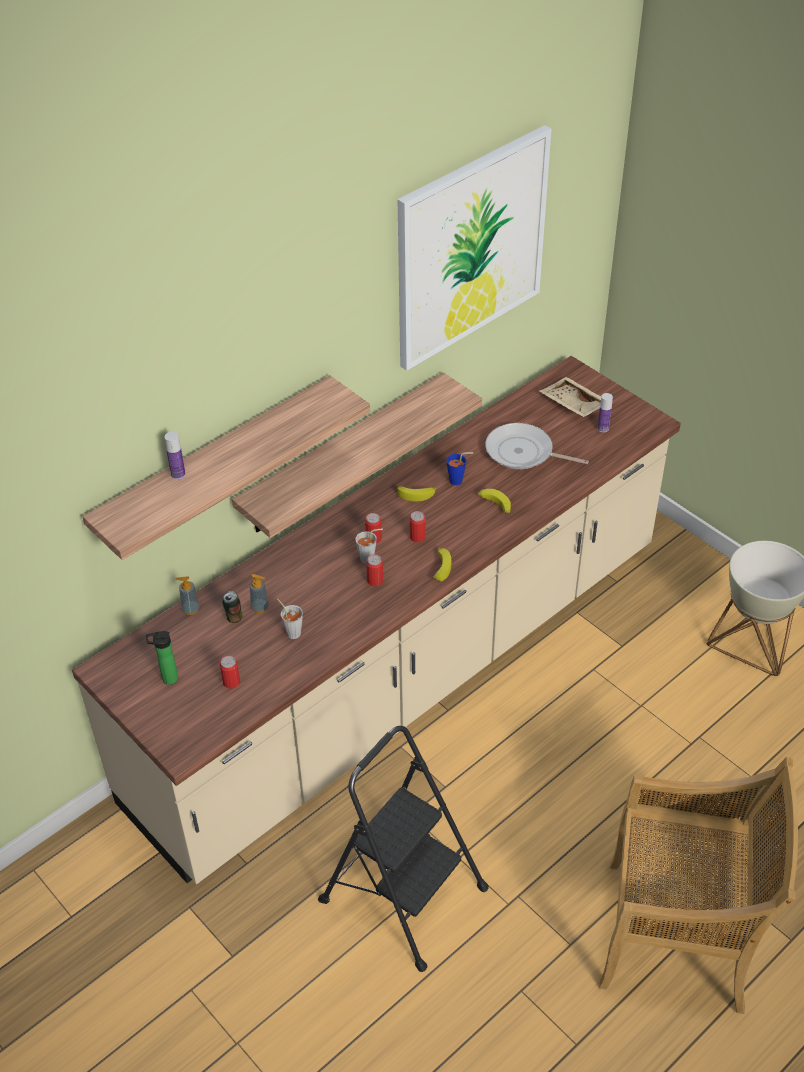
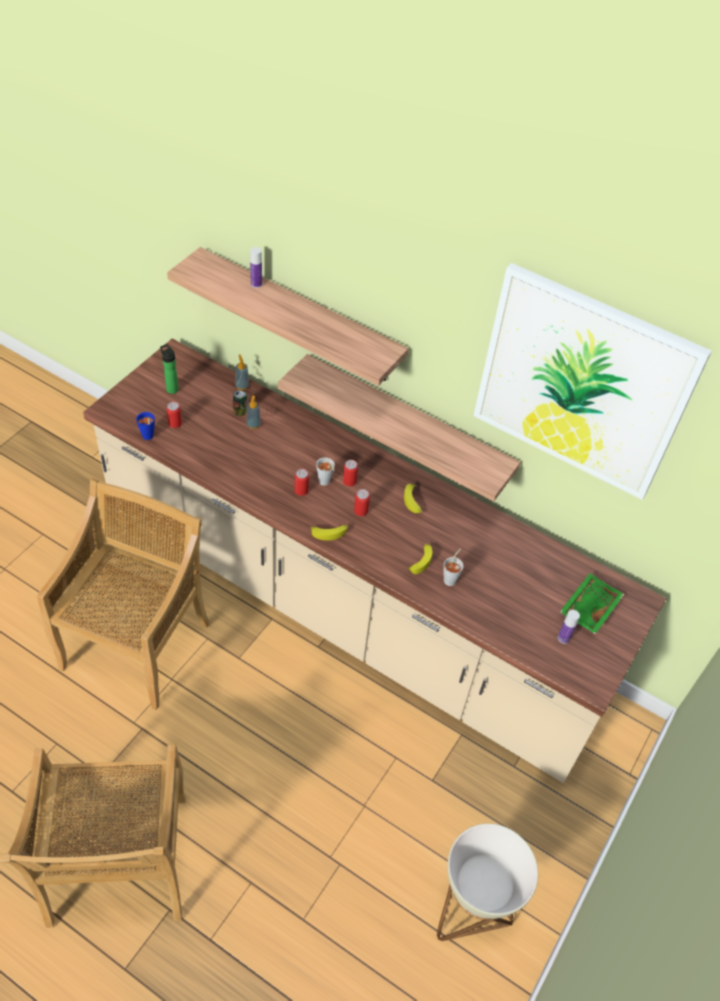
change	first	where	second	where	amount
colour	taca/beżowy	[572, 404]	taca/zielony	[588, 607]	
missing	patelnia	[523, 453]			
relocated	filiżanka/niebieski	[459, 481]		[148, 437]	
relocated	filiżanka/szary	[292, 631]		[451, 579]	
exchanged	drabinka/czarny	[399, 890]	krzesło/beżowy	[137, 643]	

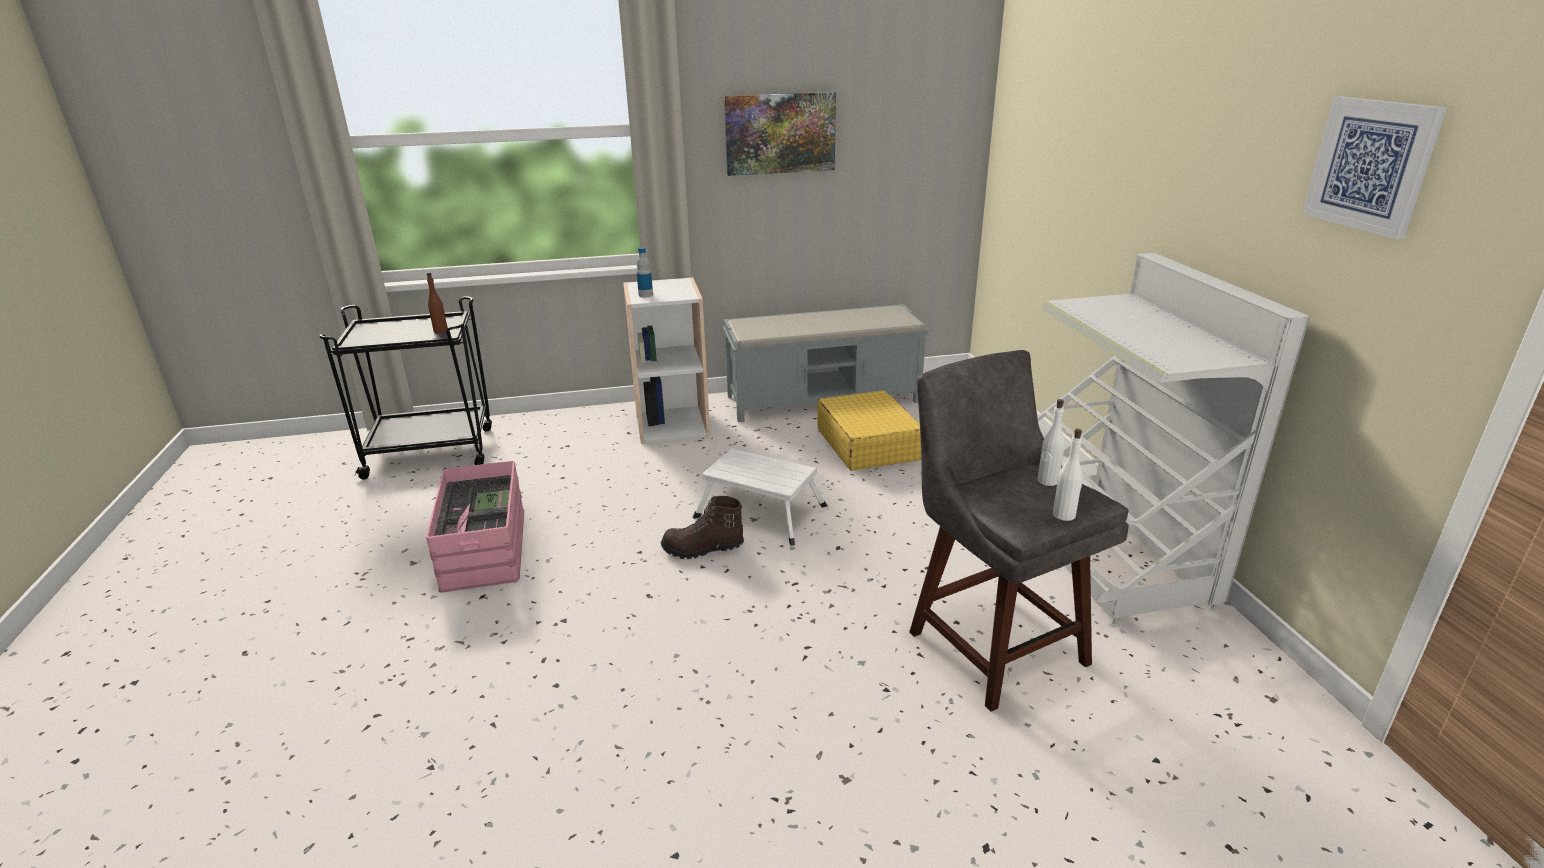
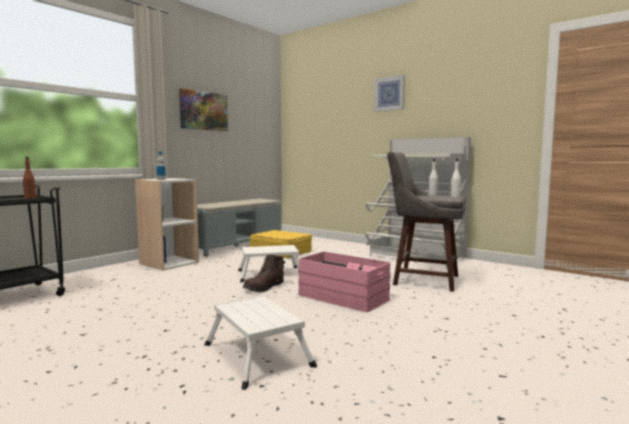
change	first	where	second	where	amount
relocated	obraz	[1371, 165]		[389, 93]	
relocated	pojemnik do przechowywania/różowy	[485, 547]		[343, 297]	
appeared			drabinka/biały	[257, 354]	

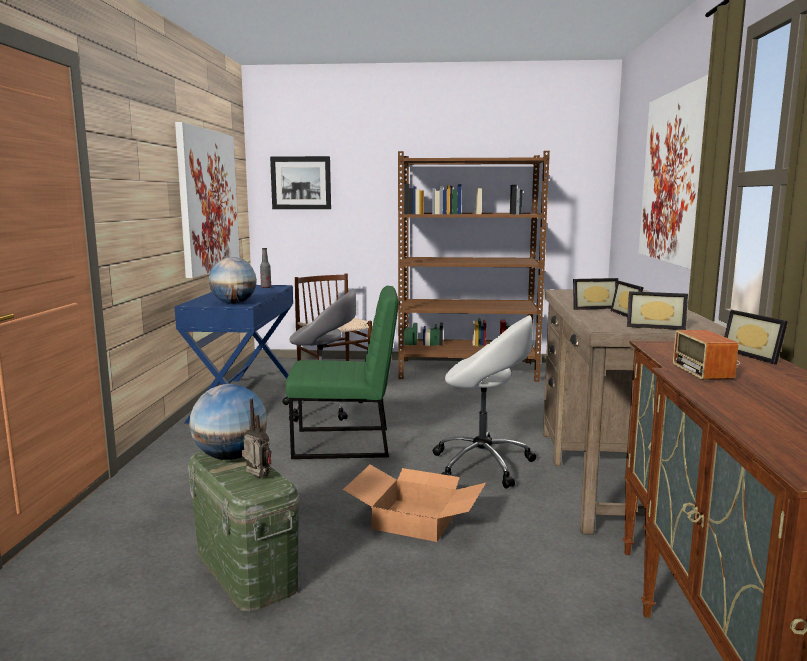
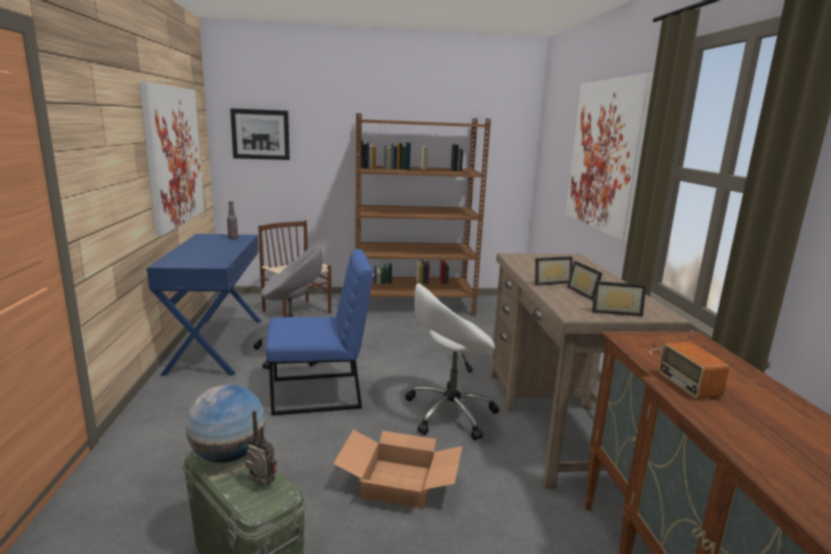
change	first	where	second	where	amount
missing	globus	[234, 303]			
colour	krzesło/zielony	[345, 443]	krzesło/niebieski	[319, 393]	
missing	ramka na zdjęcie	[755, 356]			
spun	krzesło biurowe/biały	[484, 465]		[448, 413]	150 degrees clockwise

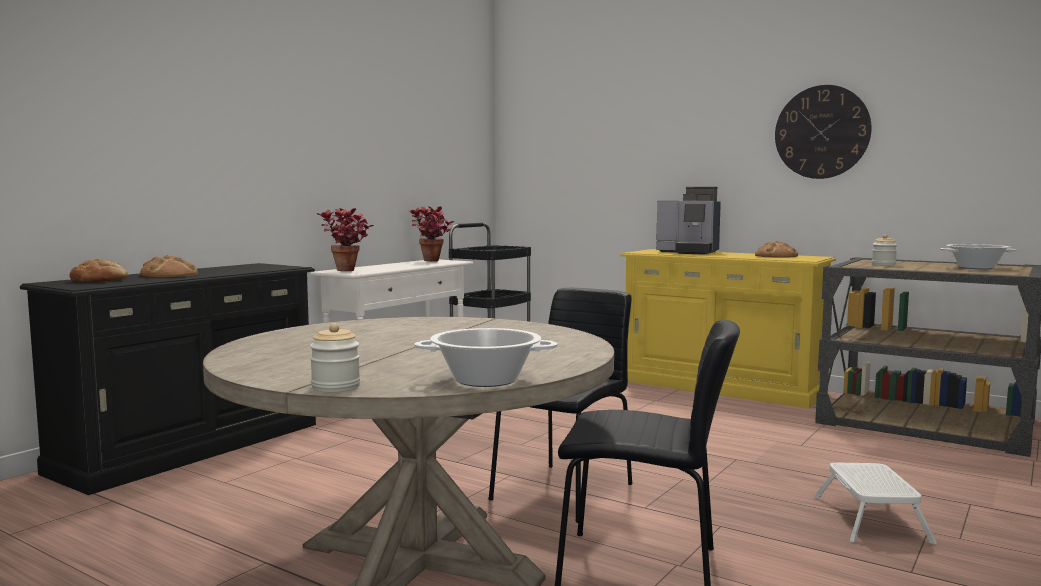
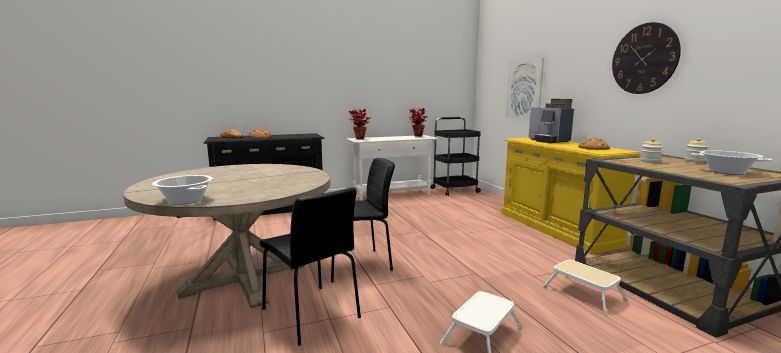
change	first	where	second	where	amount
relocated	słoik	[336, 387]		[695, 161]	
appeared			obraz	[524, 89]	
appeared			drabinka/beżowy	[583, 293]	

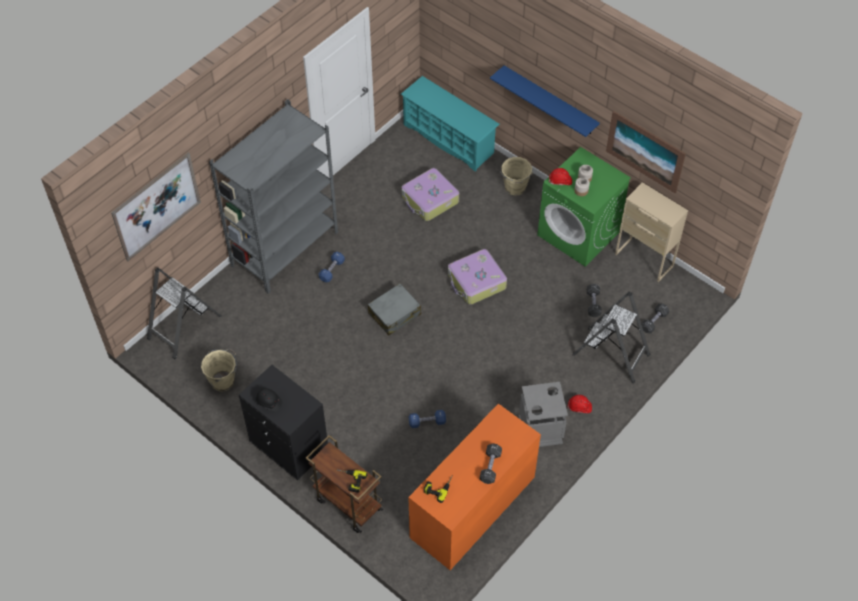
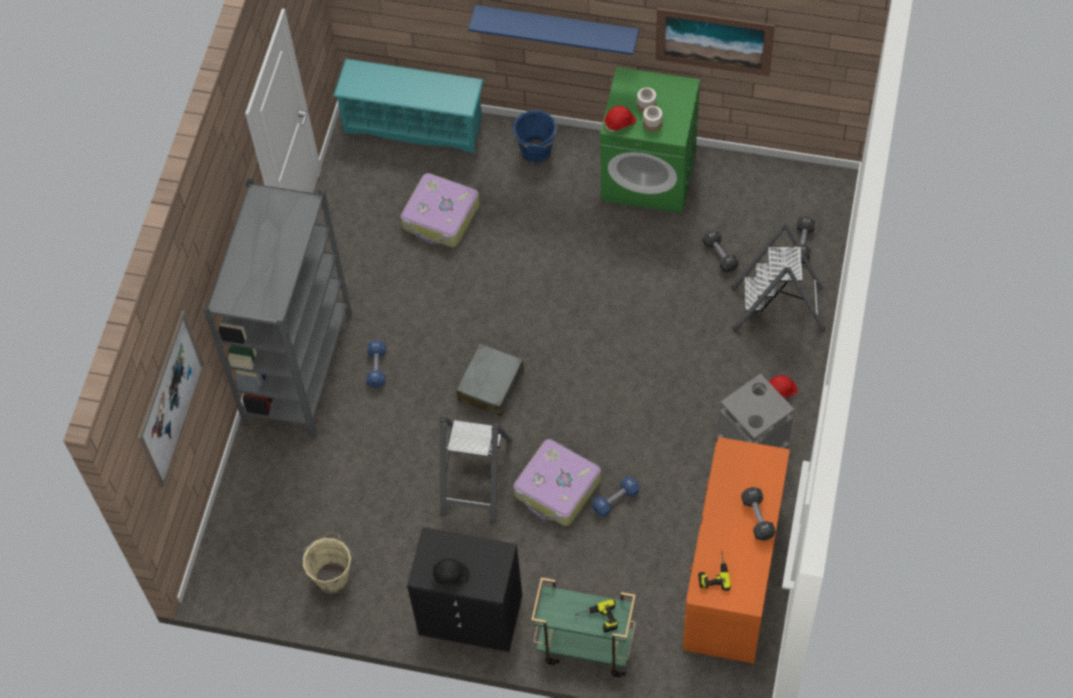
change	first	where	second	where	amount
colour	wiadro/beżowy	[515, 188]	wiadro/niebieski	[536, 152]	
missing	szafka/beżowy	[644, 261]			
relocated	walizka	[476, 282]		[557, 489]	
relocated	drabinka/szary	[183, 327]		[476, 477]	
colour	wózek/brązowy	[347, 504]	wózek/zielony	[584, 649]	

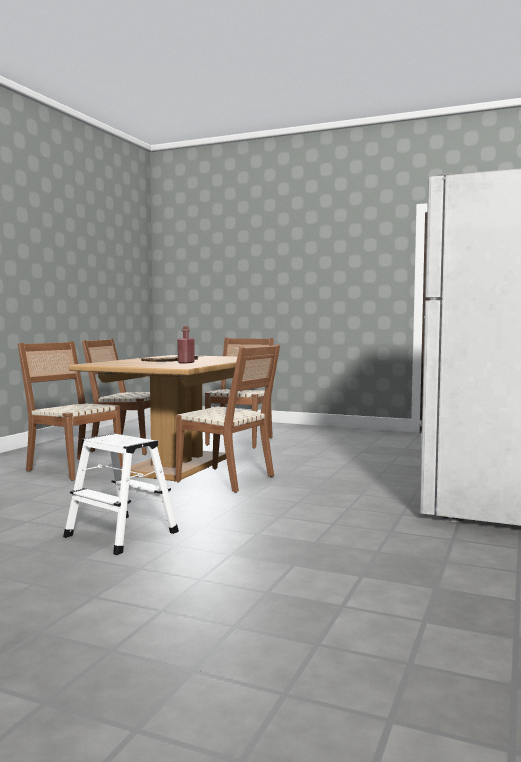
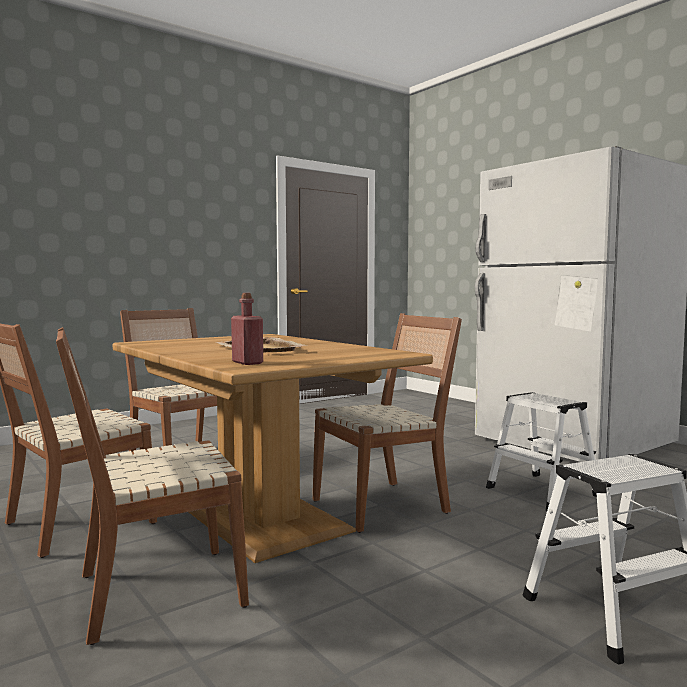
change	first	where	second	where	amount
relocated	butelka/czerwony	[186, 362]		[247, 363]	
appeared			drabinka/biały	[542, 491]	

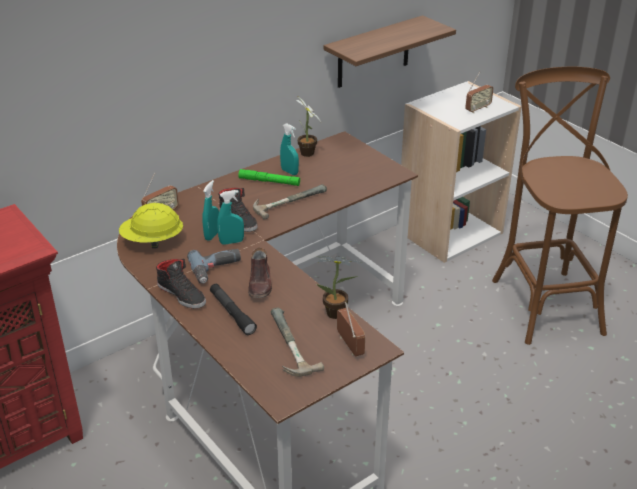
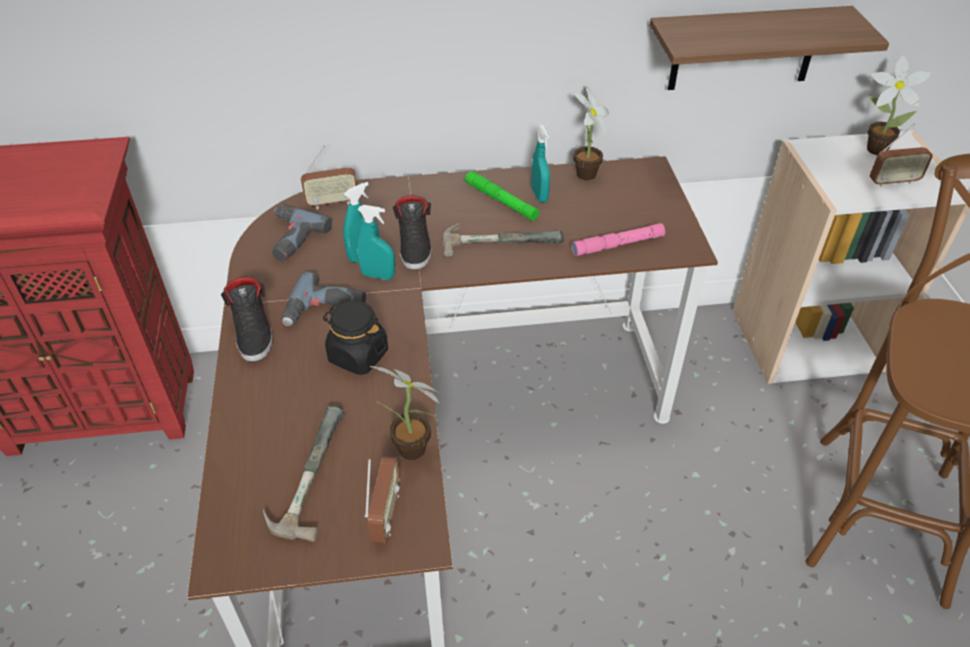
change	first	where	second	where	amount
exchanged	kask/żółty	[152, 241]	wiertarka	[289, 238]	
exchanged	but/brązowy	[260, 283]	słoik/czarny	[358, 355]	
missing	latarka/czarny	[232, 313]			
appeared			roślina doniczkowa	[873, 148]	
appeared			latarka/różowy	[618, 244]	

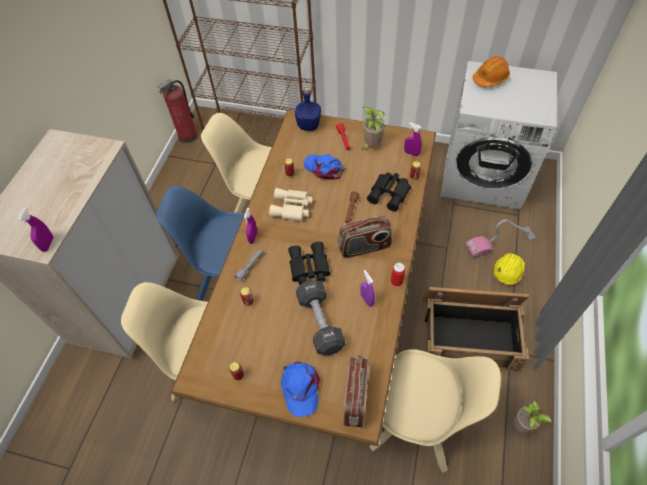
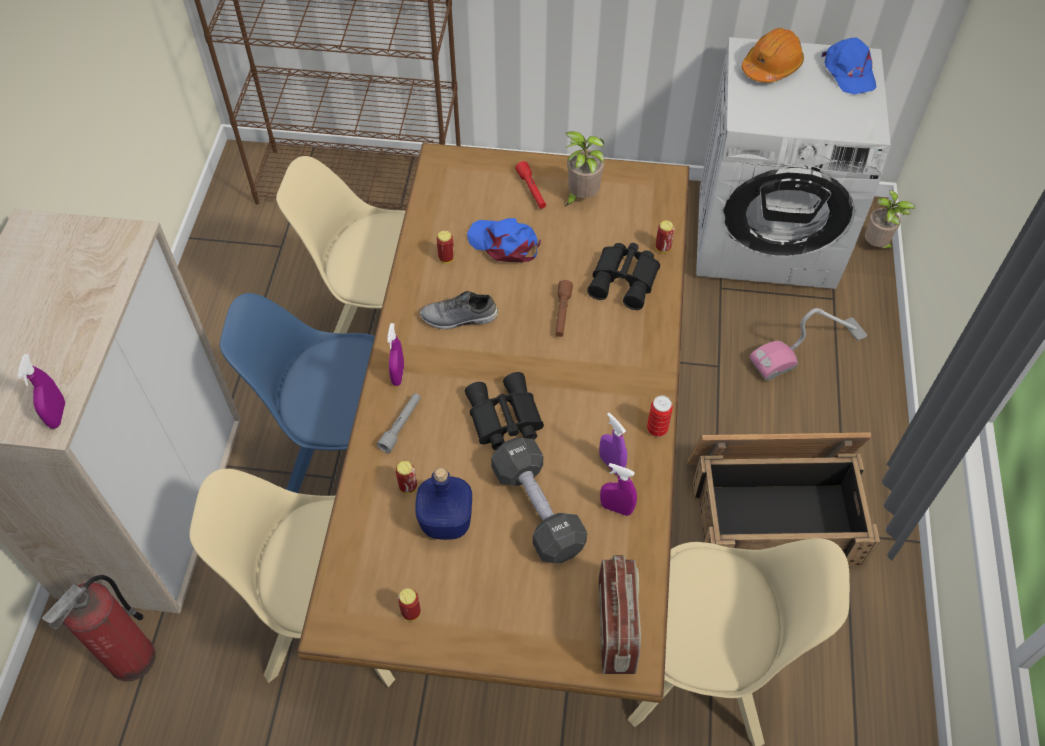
change	first	where	second	where	amount
relocated	gaśnica	[188, 136]		[132, 658]	
relocated	butelka/niebieski	[309, 125]		[446, 523]	
relocated	spryskiwacz/fioletowy	[411, 153]		[616, 508]	
exchanged	lornetka/beżowy	[292, 208]	but/szary	[459, 318]	
missing	radio	[364, 247]			
missing	kask/żółty	[508, 271]			
relocated	czapka z daszkiem/niebieski	[300, 388]		[848, 72]	
relocated	roślina doniczkowa	[522, 427]		[876, 246]	

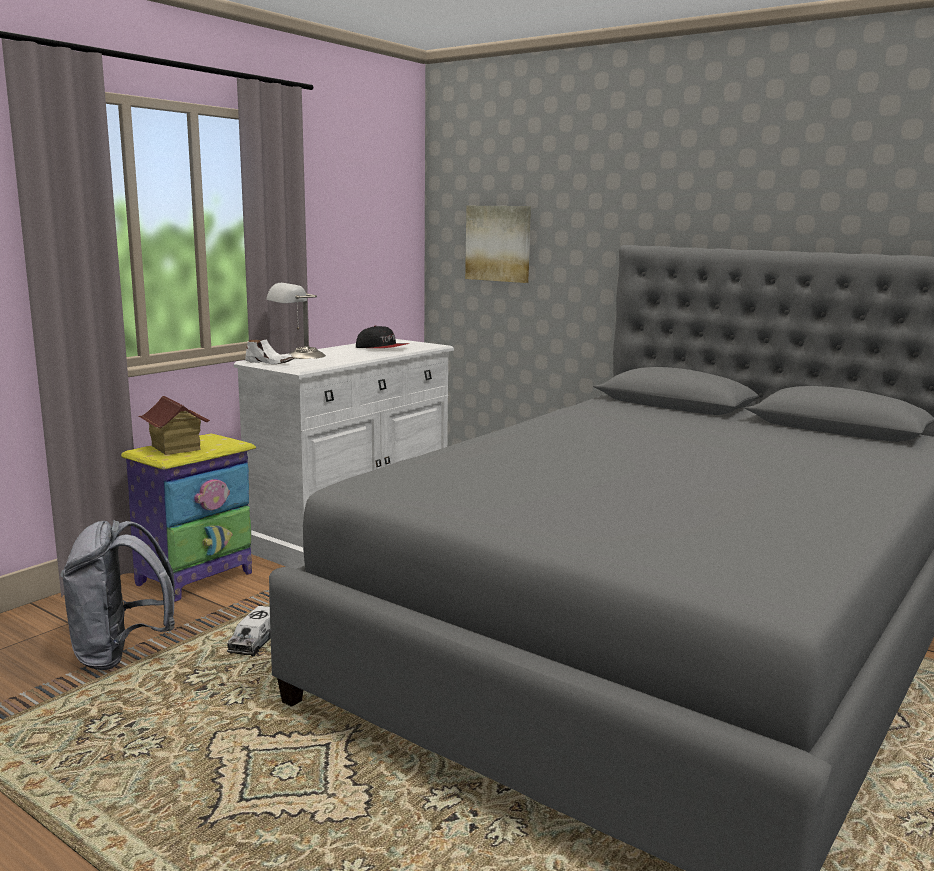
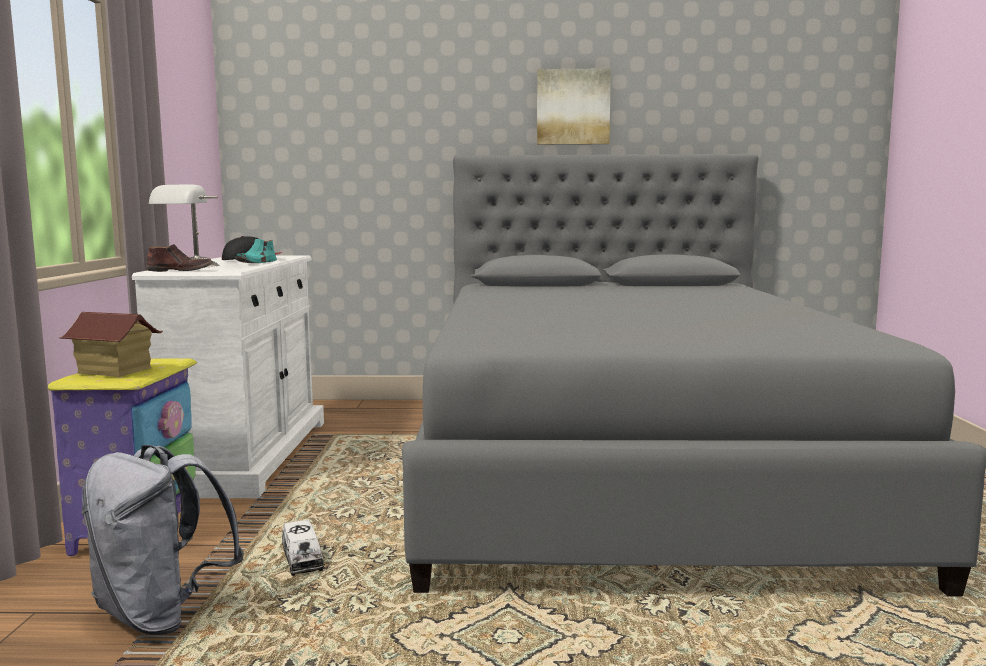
change	first	where	second	where	amount
relocated	obraz	[499, 243]		[573, 107]	
colour	but/biały	[270, 363]	but/brązowy	[180, 271]	
appeared			but/turkusowy	[257, 262]	

